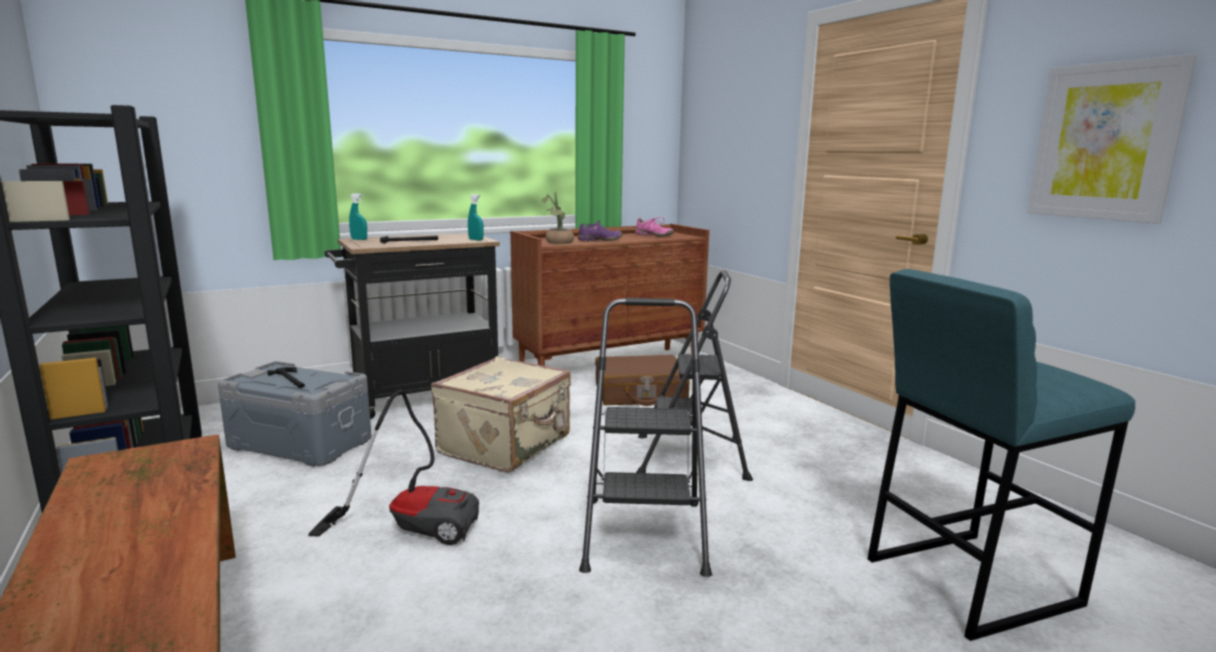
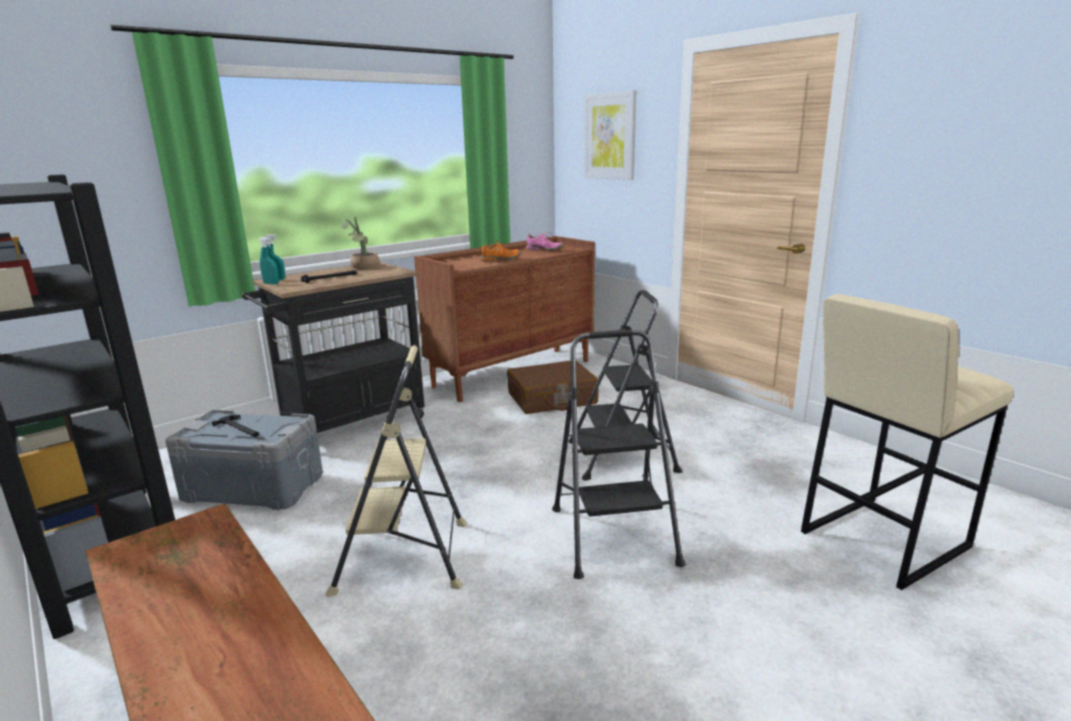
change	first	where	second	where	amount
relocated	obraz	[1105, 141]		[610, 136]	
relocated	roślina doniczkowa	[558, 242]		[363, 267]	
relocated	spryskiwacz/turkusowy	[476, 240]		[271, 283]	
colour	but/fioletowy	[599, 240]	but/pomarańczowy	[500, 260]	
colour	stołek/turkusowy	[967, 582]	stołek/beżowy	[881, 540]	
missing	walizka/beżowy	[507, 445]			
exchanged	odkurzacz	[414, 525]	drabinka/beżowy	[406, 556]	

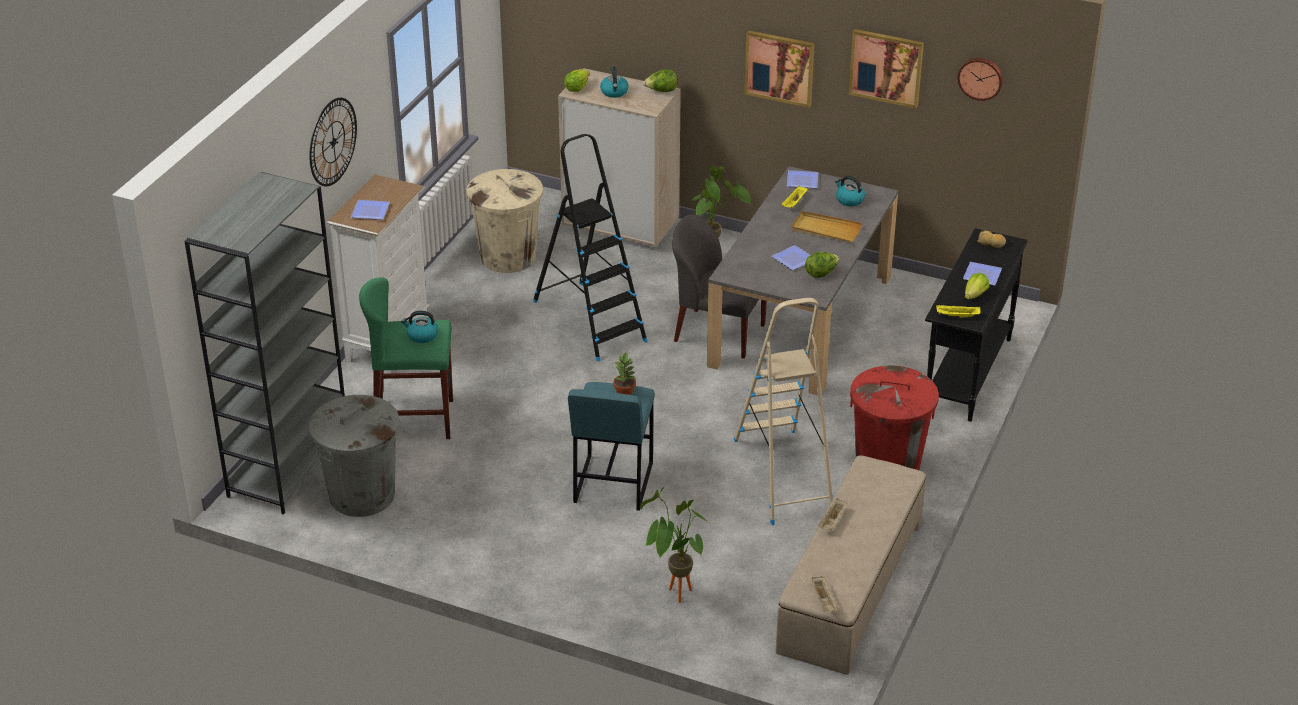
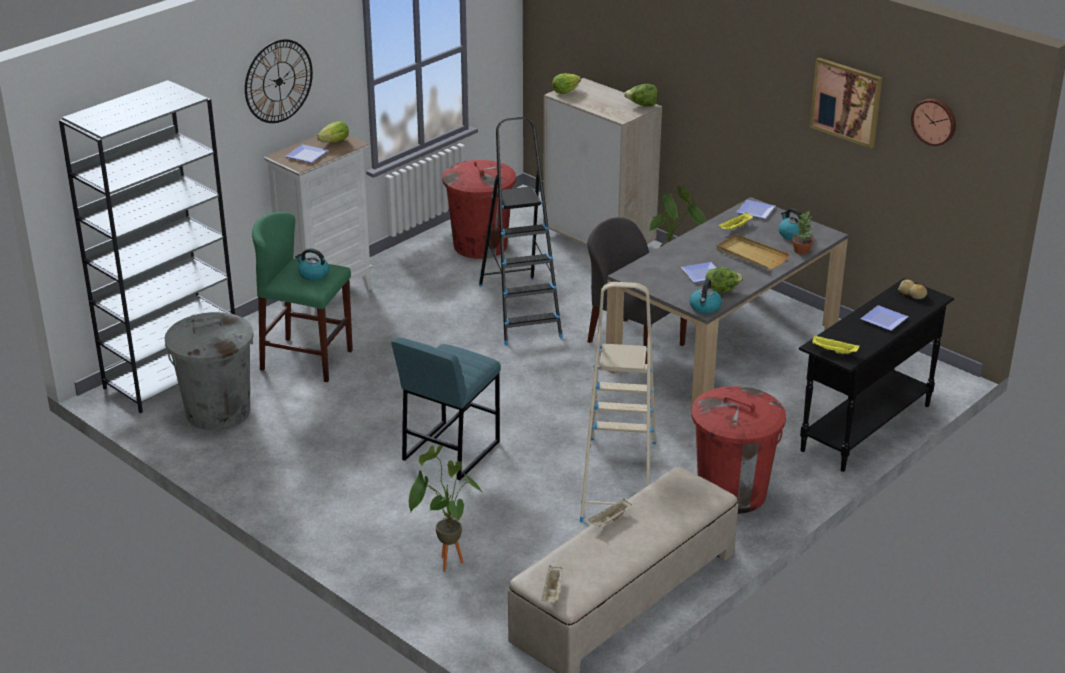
change	first	where	second	where	amount
missing	obraz	[779, 68]			
relocated	czajnik	[614, 92]		[705, 307]	
colour	kosz na śmieci/beżowy	[508, 256]	kosz na śmieci/czerwony	[480, 245]	
relocated	sałata	[975, 295]		[335, 142]	
relocated	roślina doniczkowa	[625, 392]		[802, 250]	

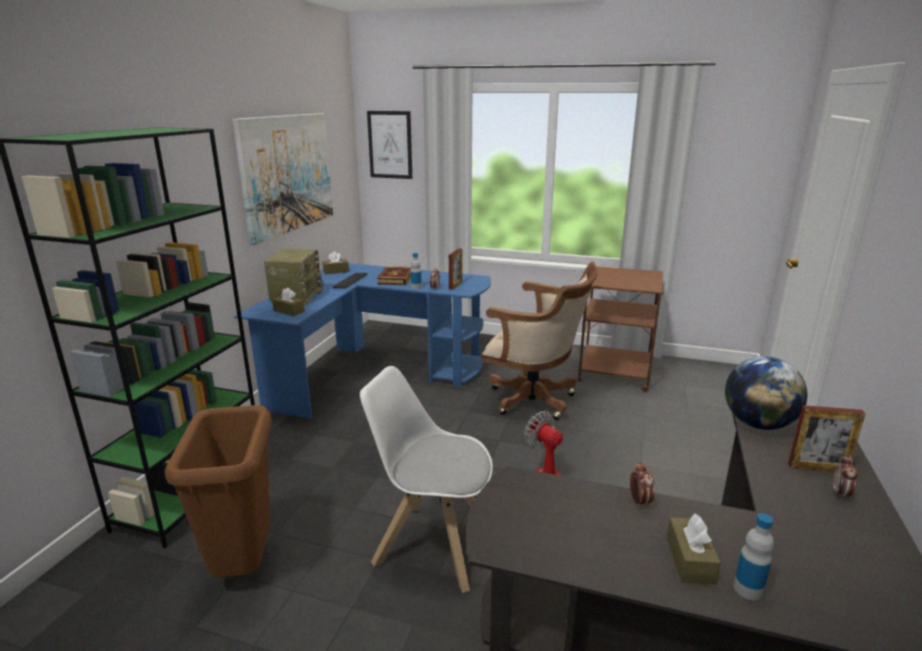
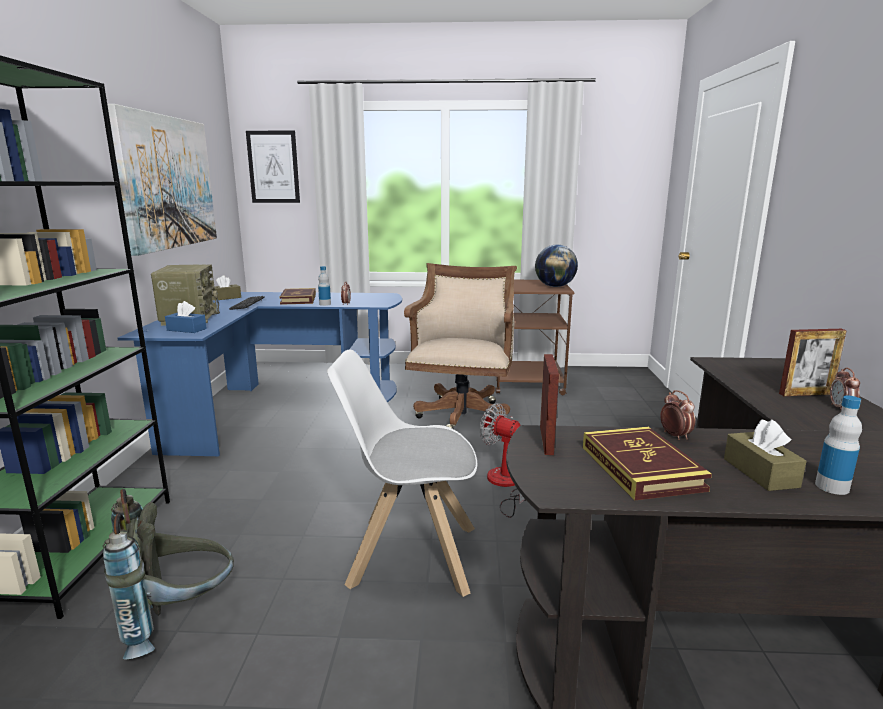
change	first	where	second	where	amount
relocated	ramka na zdjęcie	[455, 285]		[546, 440]	
spun	krzesło biurowe	[535, 400]		[462, 413]	90 degrees counterclockwise
colour	pudełko chusteczek/brązowy	[289, 311]	pudełko chusteczek/niebieski	[186, 329]	
relocated	globus	[757, 424]		[554, 286]	
exchanged	kosz na śmieci/brązowy	[243, 566]	plecak/szary	[179, 619]	
appeared			książka	[641, 468]	

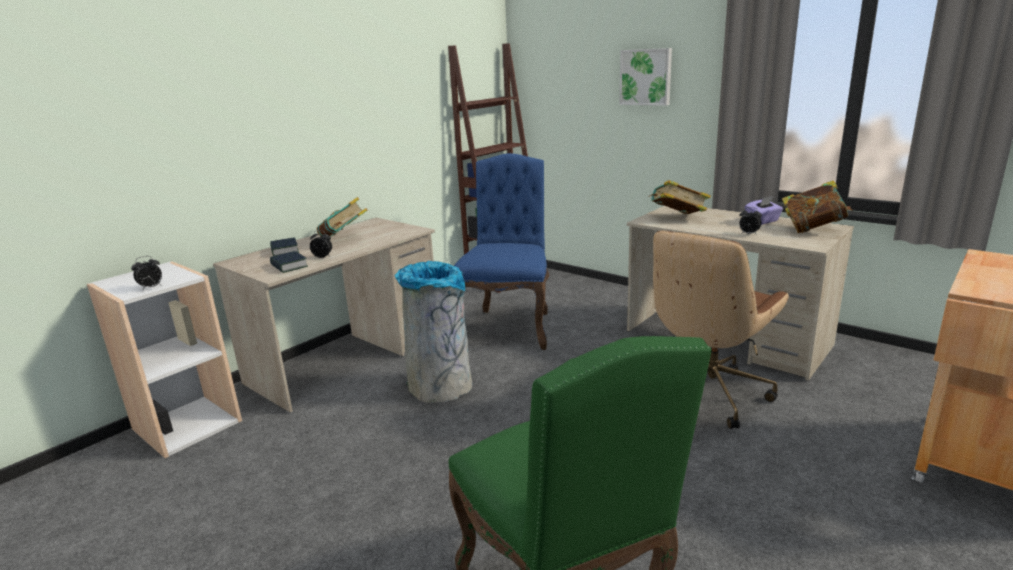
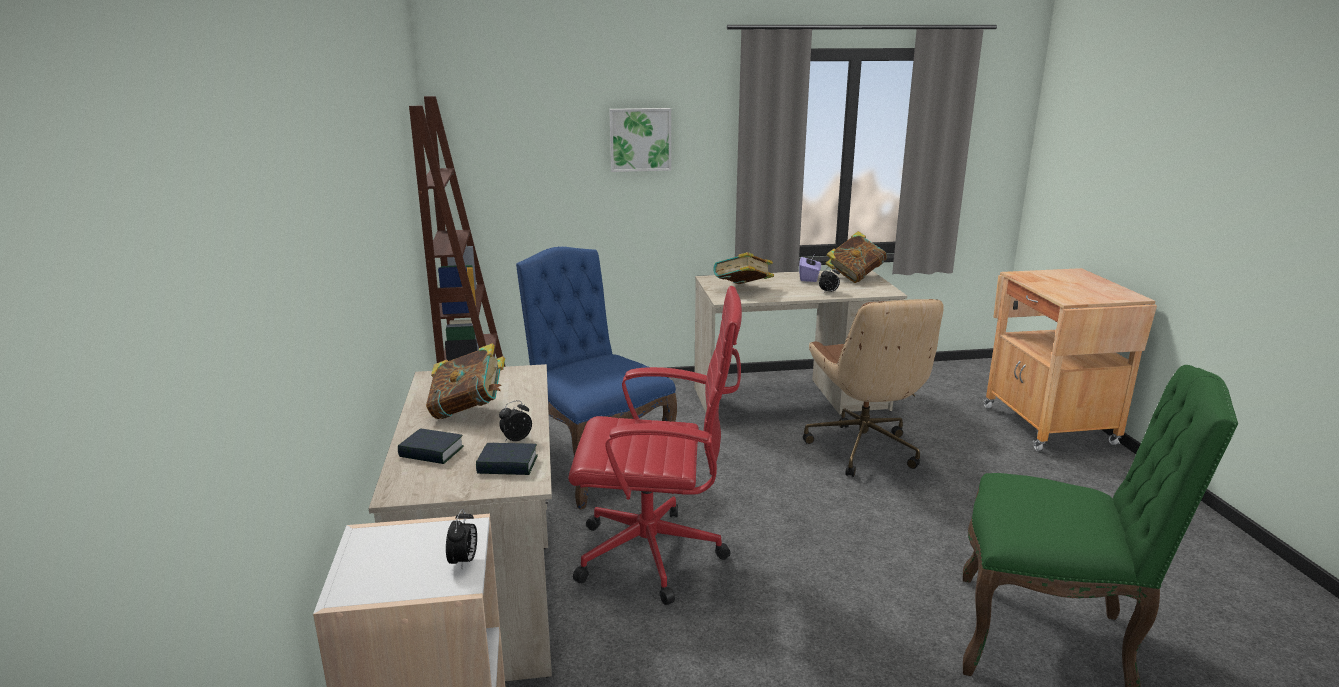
change	first	where	second	where	amount
exchanged	kosz na śmieci/szary	[440, 387]	krzesło biurowe/czerwony	[657, 555]	

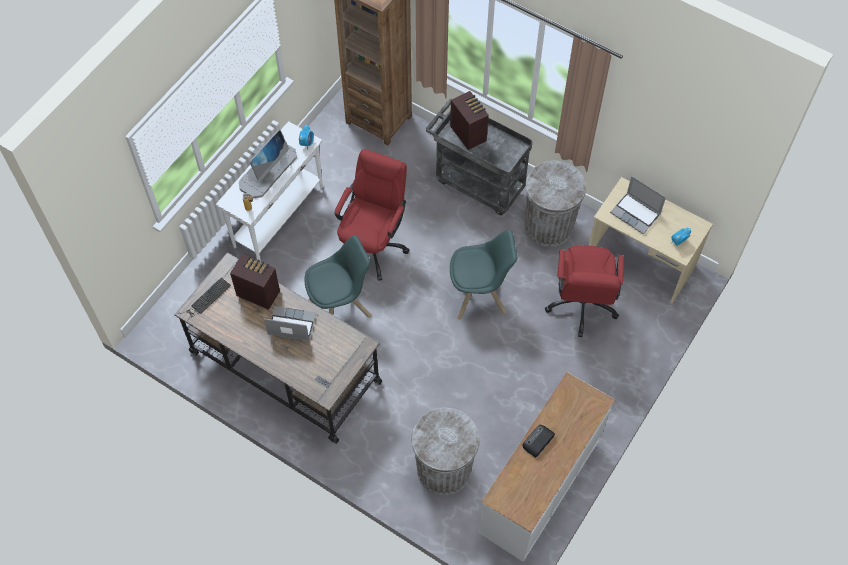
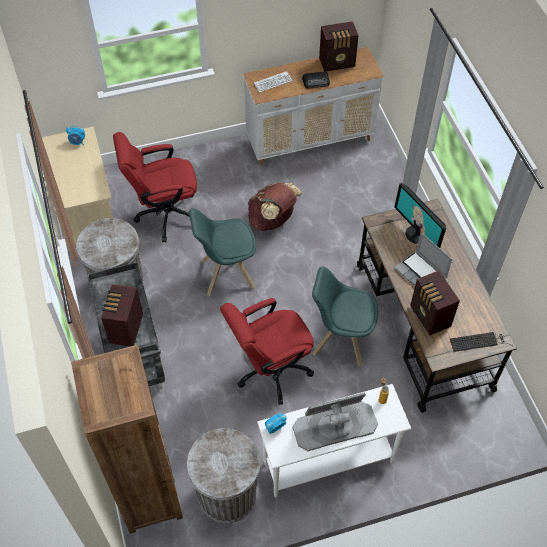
change	first	where	second	where	amount
missing	laptop	[636, 214]			
spun	krzesło/turkusowy	[479, 296]		[227, 274]	45 degrees counterclockwise
spun	krzesło biurowe/czerwony	[581, 308]		[165, 216]	150 degrees counterclockwise
relocated	kosz na śmieci/szary	[444, 469]		[227, 494]	
appeared			radio	[338, 63]	
appeared			klawiatura	[273, 82]	
appeared			plecak/brązowy	[272, 220]	
appeared			monitor	[416, 234]	

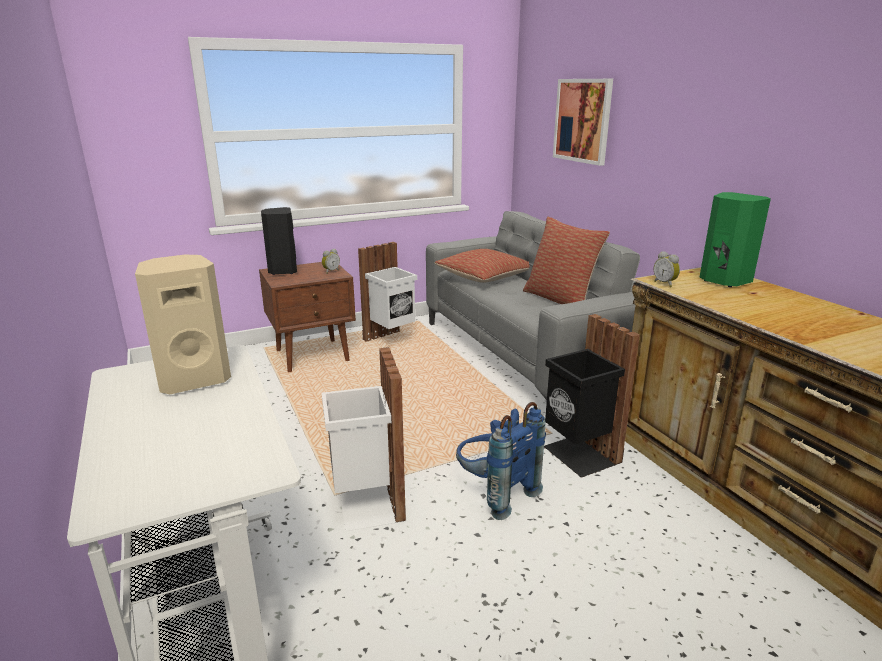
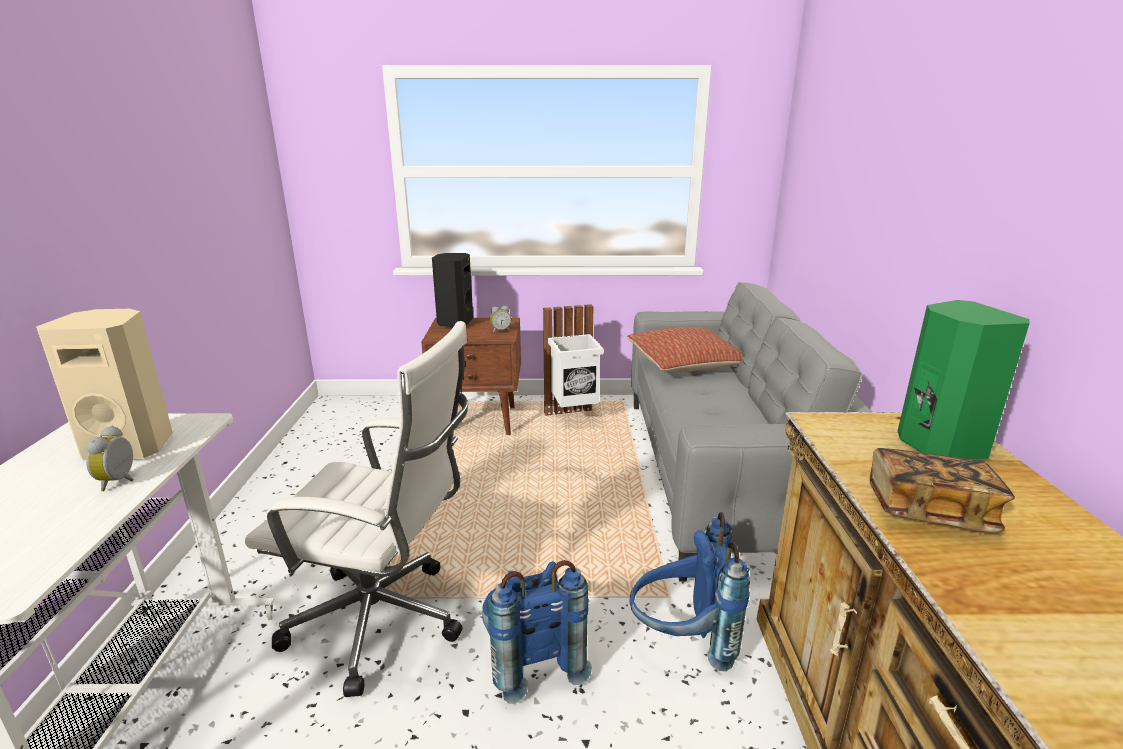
change	first	where	second	where	amount
missing	obraz	[583, 120]			
missing	poduszka	[560, 299]			
relocated	budzik	[665, 283]		[120, 481]	
exchanged	kosz na śmieci/czarny	[579, 455]	plecak/niebieski	[682, 642]	
exchanged	kosz na śmieci/biały	[367, 504]	krzesło biurowe/biały	[384, 623]	
appeared			książka	[928, 510]	

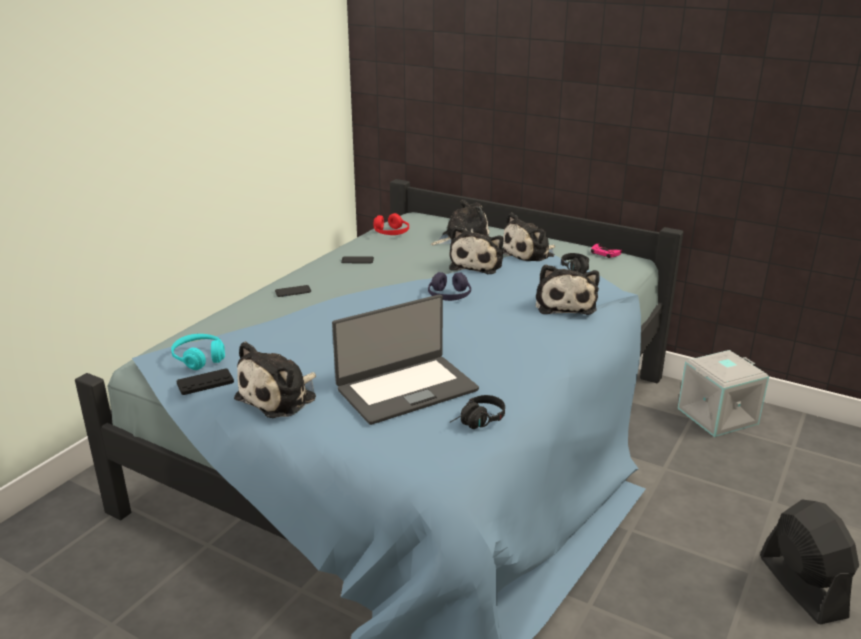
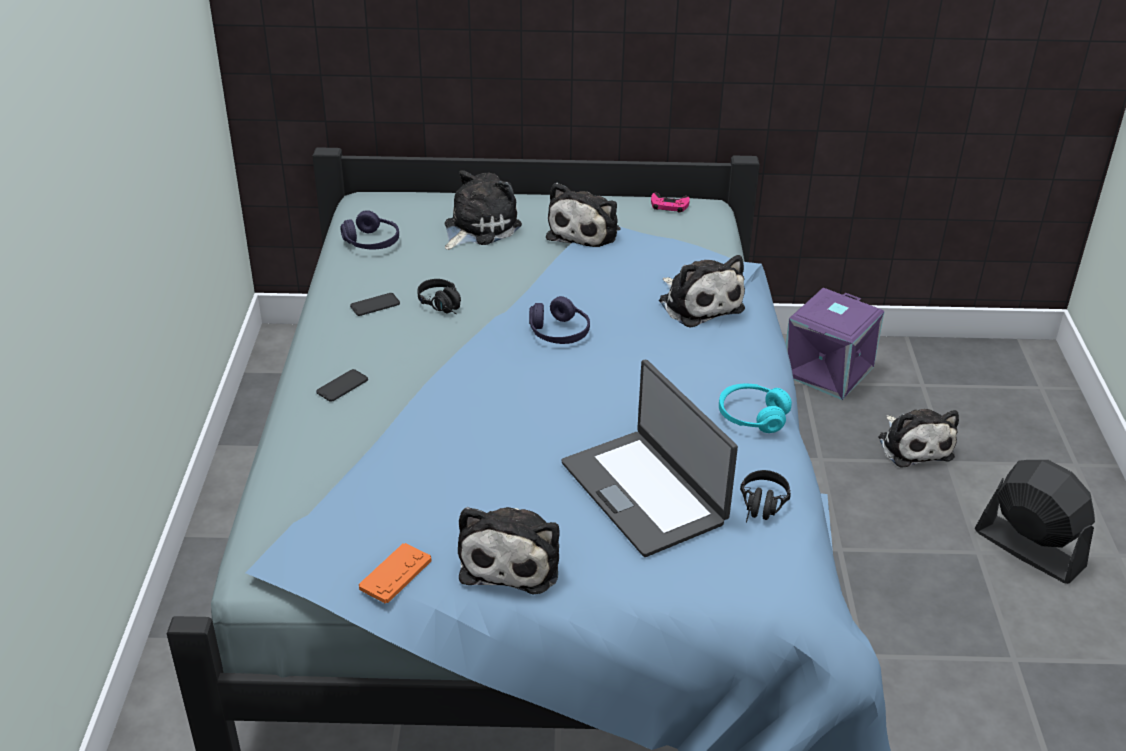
change	first	where	second	where	amount
colour	słuchawki/czerwony	[391, 233]	słuchawki/fioletowy	[371, 242]	
relocated	pluszak	[478, 265]		[913, 445]	
relocated	słuchawki/czarny	[577, 271]		[444, 306]	
spun	laptop	[406, 389]		[645, 492]	120 degrees clockwise
relocated	słuchawki/turkusowy	[199, 358]		[752, 417]	
colour	pojemnik do przechowywania/szary	[718, 417]	pojemnik do przechowywania/fioletowy	[828, 371]	
colour	pad do gier/czarny	[205, 383]	pad do gier/pomarańczowy	[395, 574]	

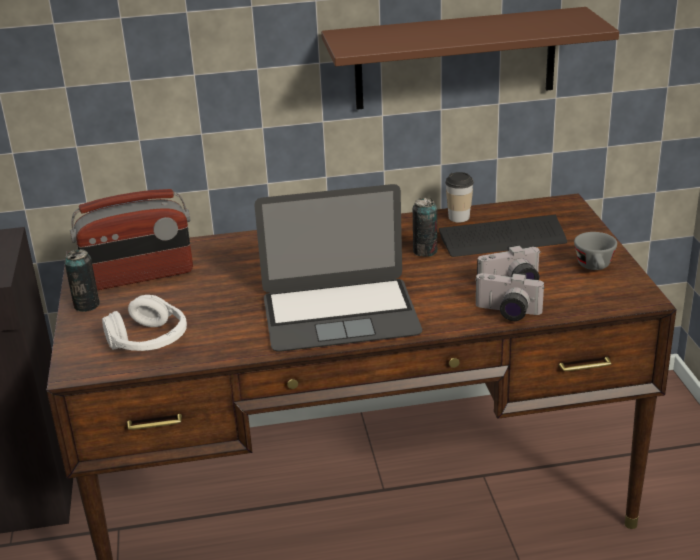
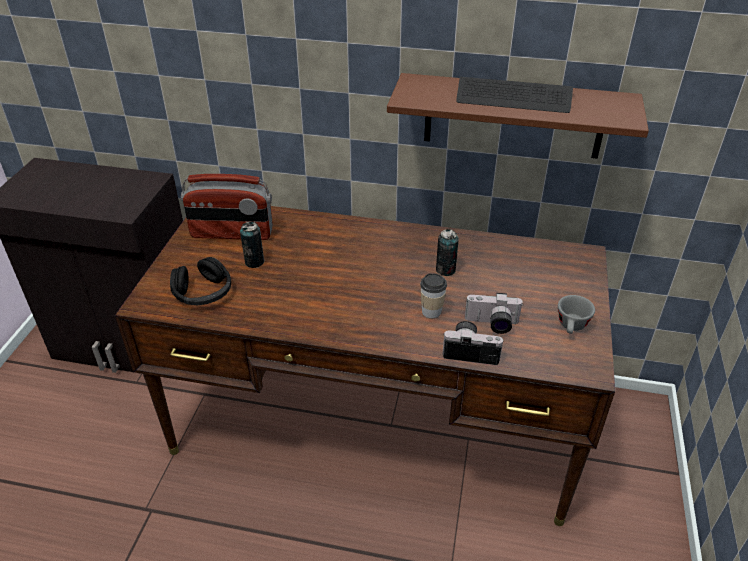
change	first	where	second	where	amount
relocated	filiżanka	[459, 217]		[431, 311]	
missing	laptop	[340, 314]			
relocated	klawiatura	[502, 239]		[513, 98]	
relocated	puszka	[86, 305]		[254, 262]	
spun	aparat fotograficzny	[506, 313]		[471, 350]	150 degrees clockwise
colour	słuchawki/biały	[149, 340]	słuchawki/czarny	[203, 293]	

